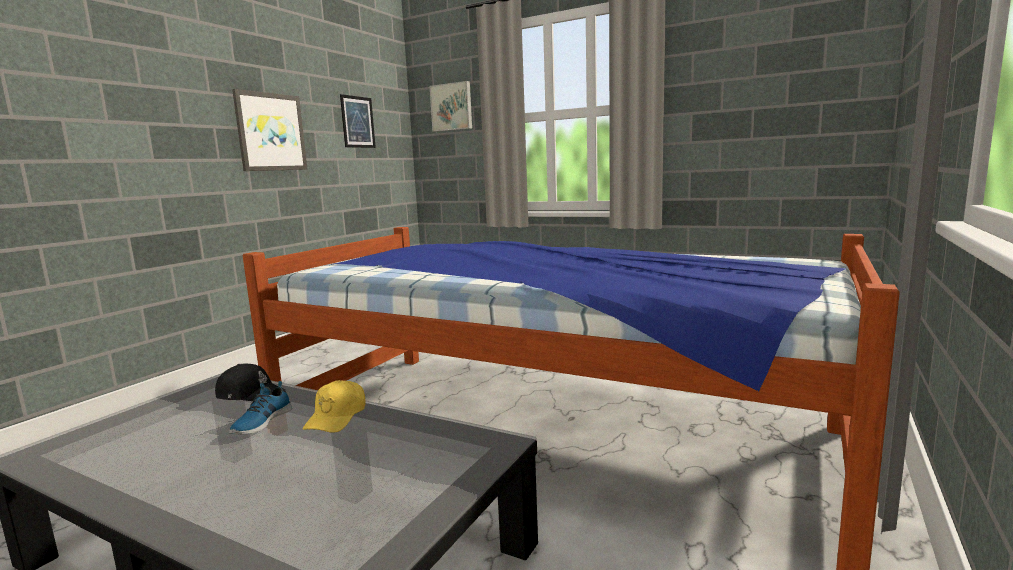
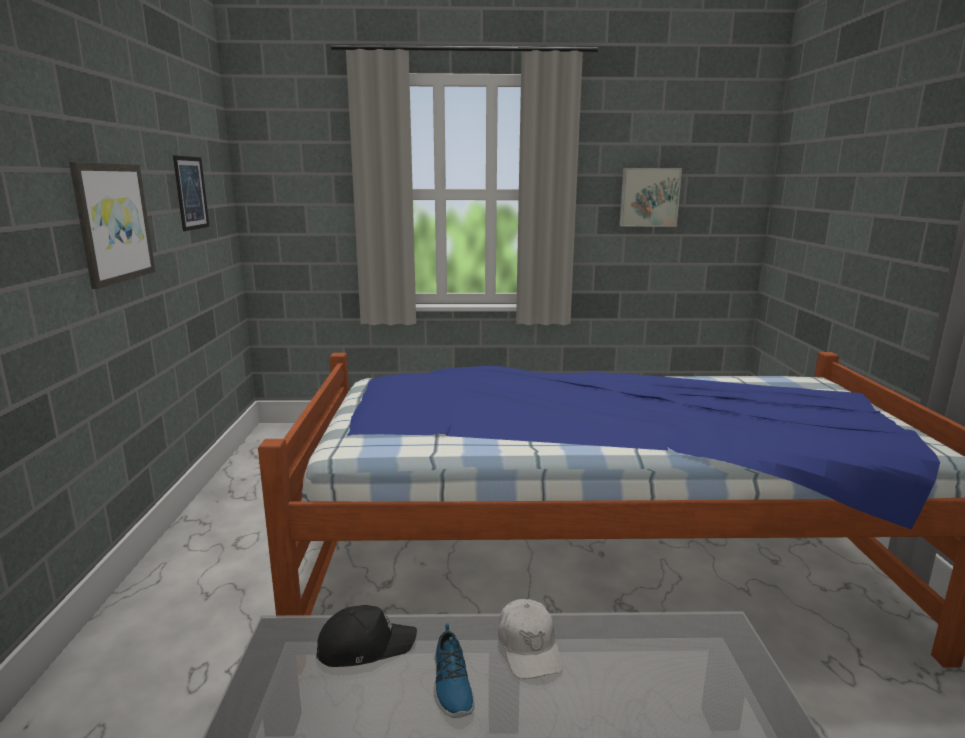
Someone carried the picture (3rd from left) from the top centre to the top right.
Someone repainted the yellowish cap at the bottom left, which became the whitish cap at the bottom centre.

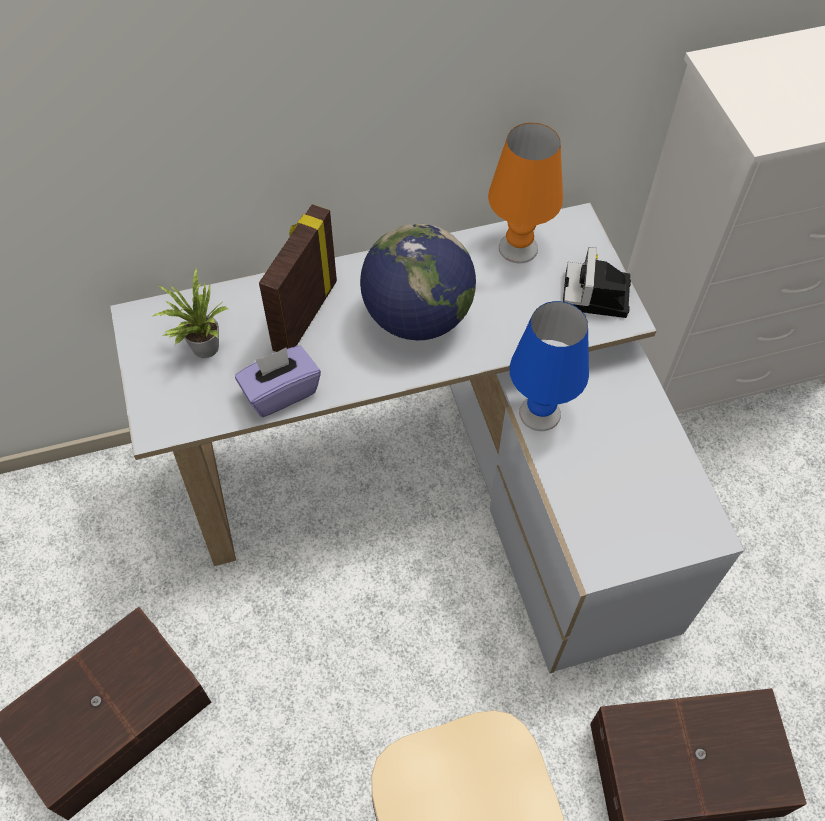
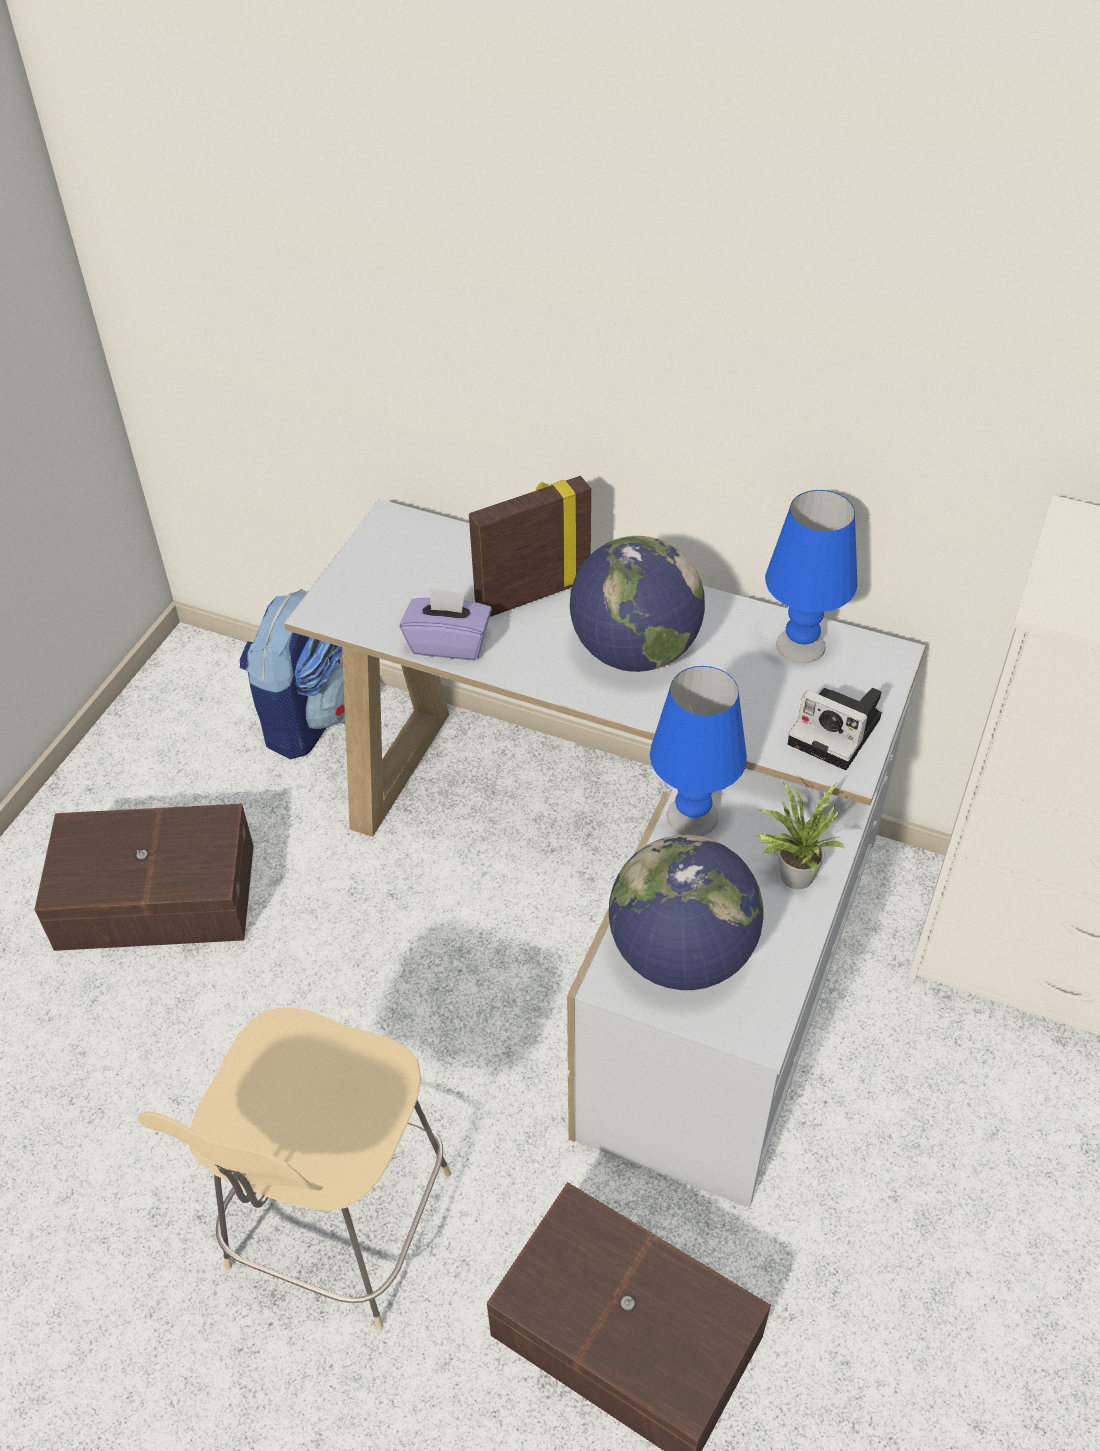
Someone put down the knapsack at the middle left.
Someone put down the globe (2nd from left) at the centre.
Someone carried the houseplant from the middle left to the middle right.
Someone repainted the orangey table lamp at the top centre, which became the bluish table lamp (2nd from left) at the middle right.
Someone rotated the still camera at the middle right by 105 degrees counterclockwise.

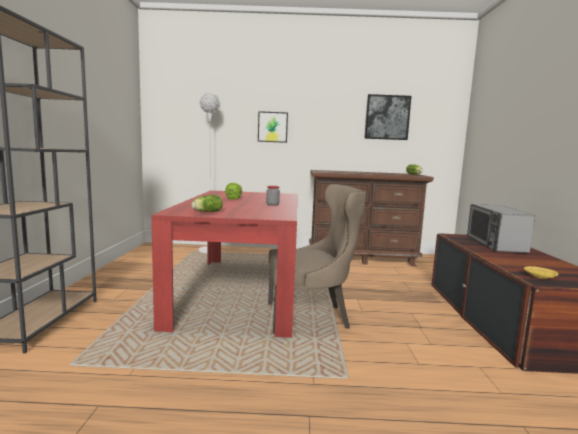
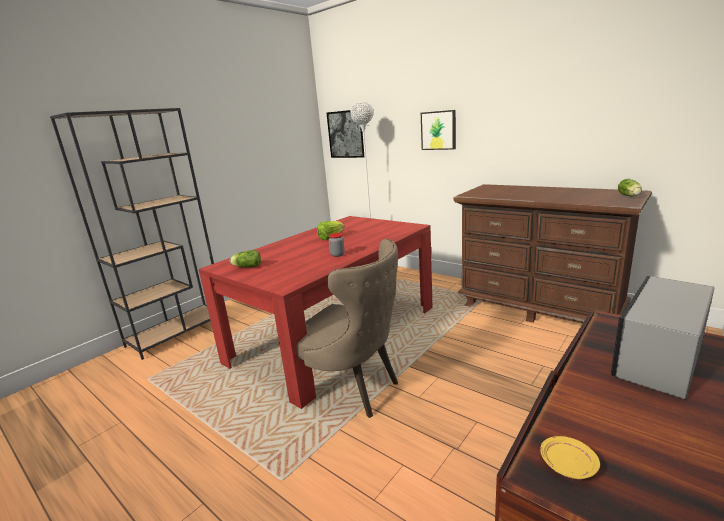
Someone carried the picture (2nd from left in the first image) from the top right to the top centre.

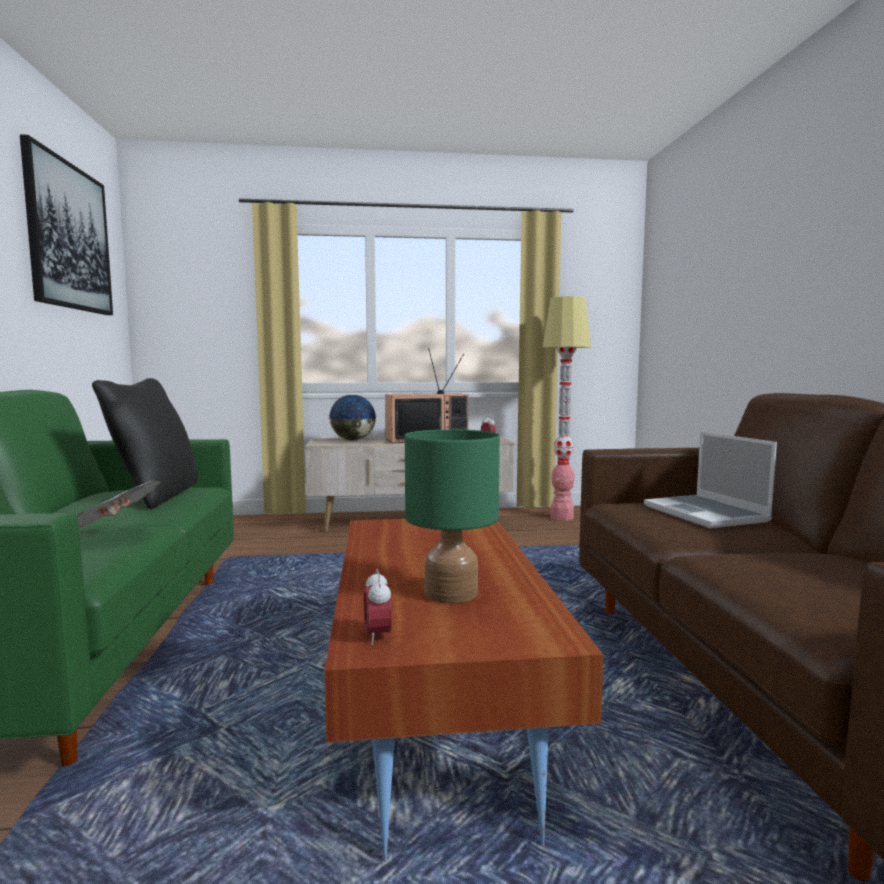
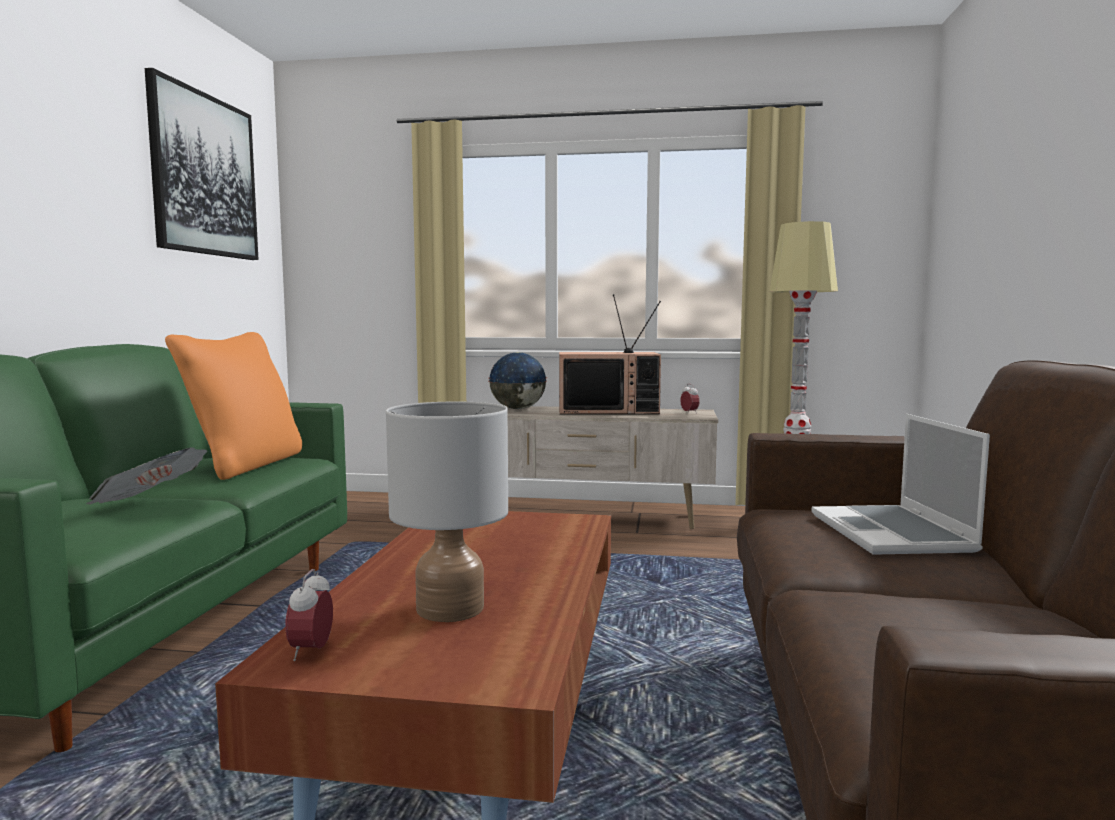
Someone repainted the black-coloured cushion at the middle left, which became the orangey cushion at the middle left.
Someone repainted the green table lamp at the centre, which became the greyish table lamp at the centre.

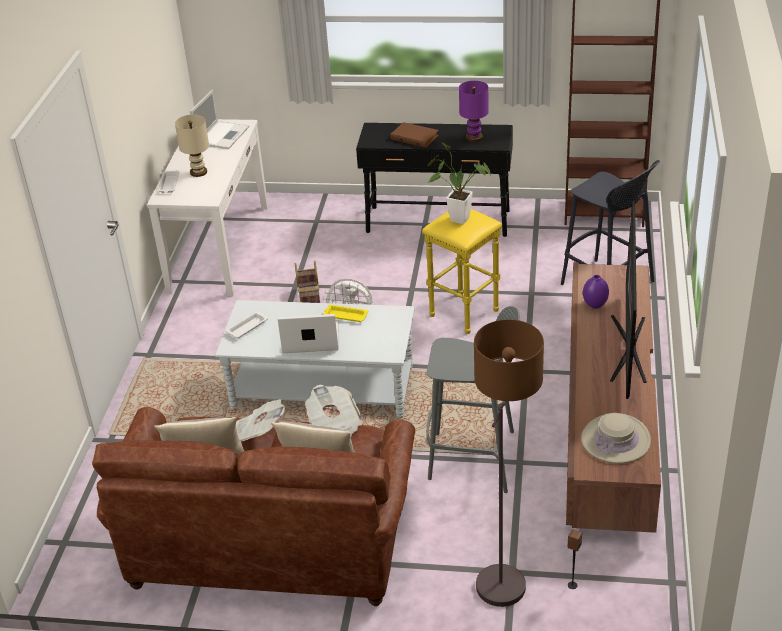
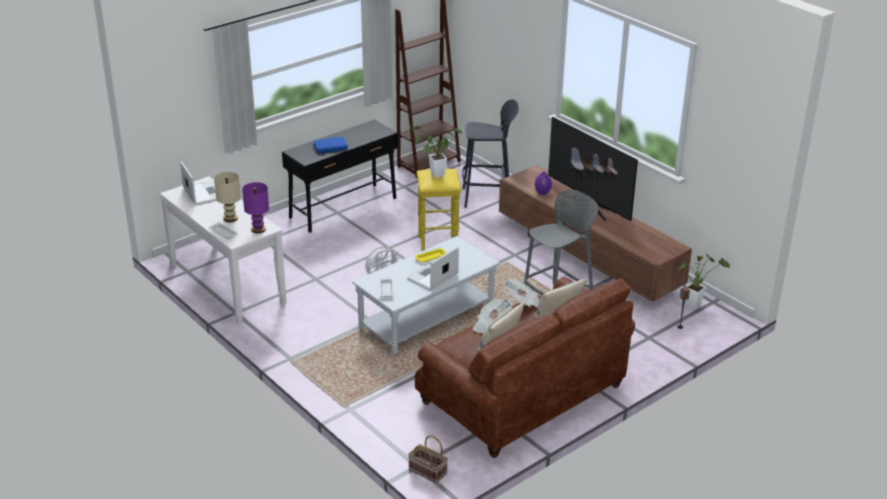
Someone took away the brown-coloured standard lamp at the bottom centre.
Someone took away the beige-coloured wearable hat at the bottom right.
Someone put down the houseplant (2nd from left) at the middle right.
Someone carried the basket from the centre to the bottom centre.
Someone carried the purplish table lamp from the top centre to the middle left.
Someone repainted the brown-coloured bound book at the top centre, which became the bluish bound book at the top centre.

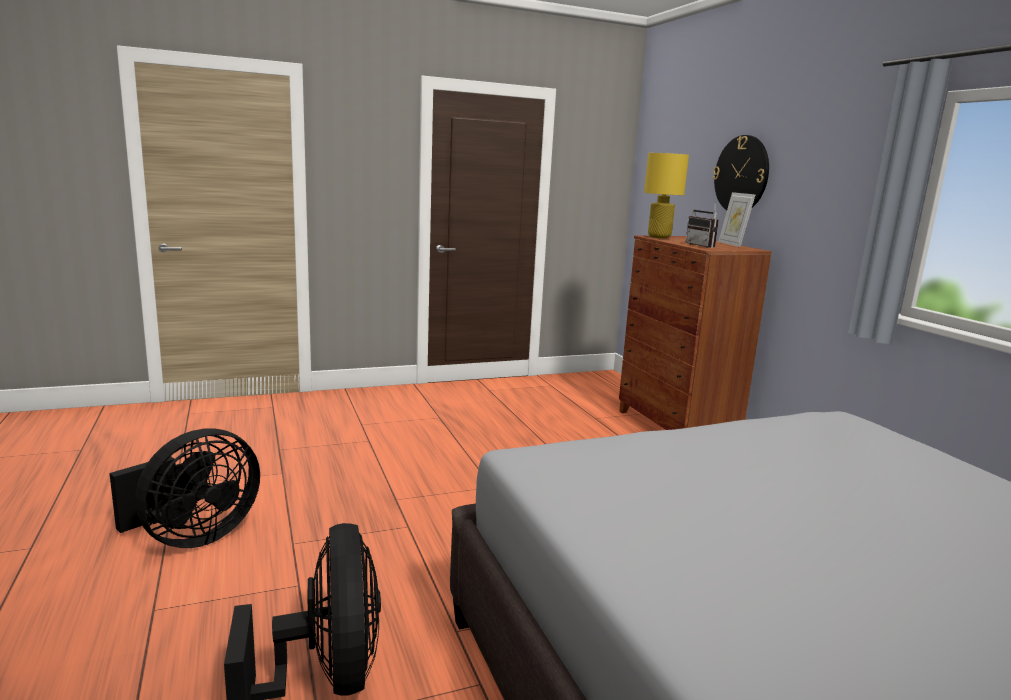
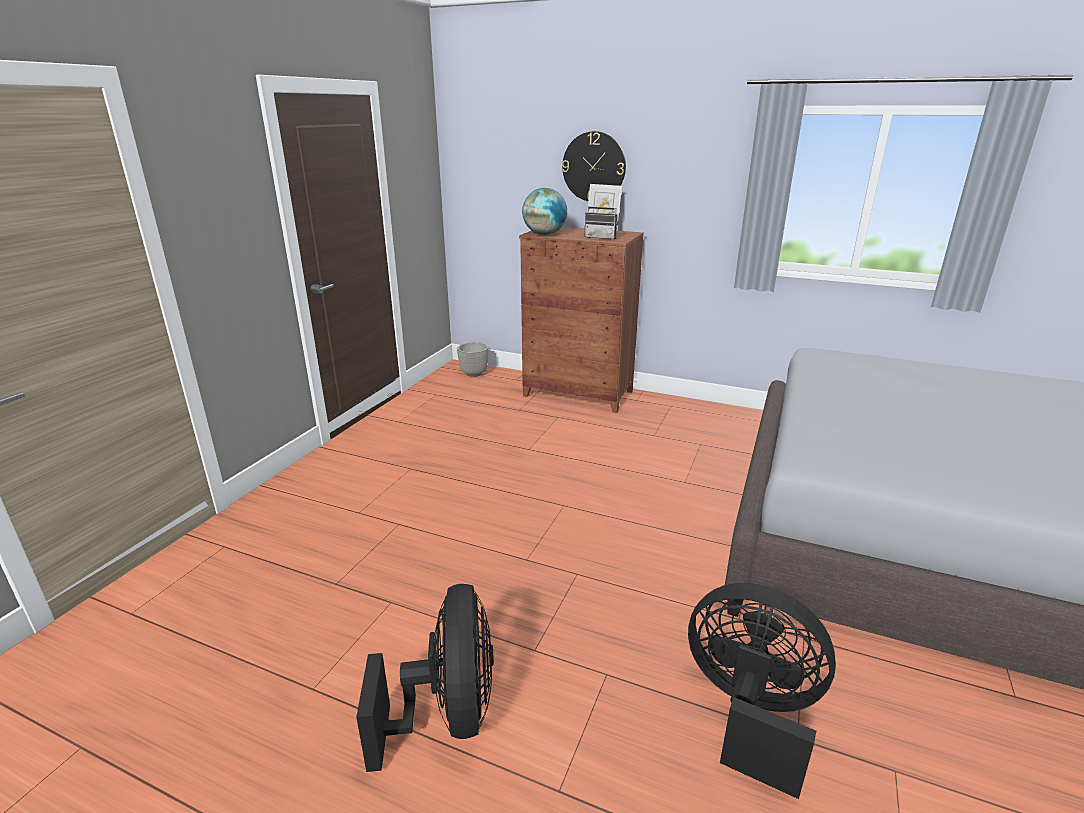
Someone put down the flower pot at the centre.
Someone swapped the yellowish table lamp at the top centre for the globe at the top centre.

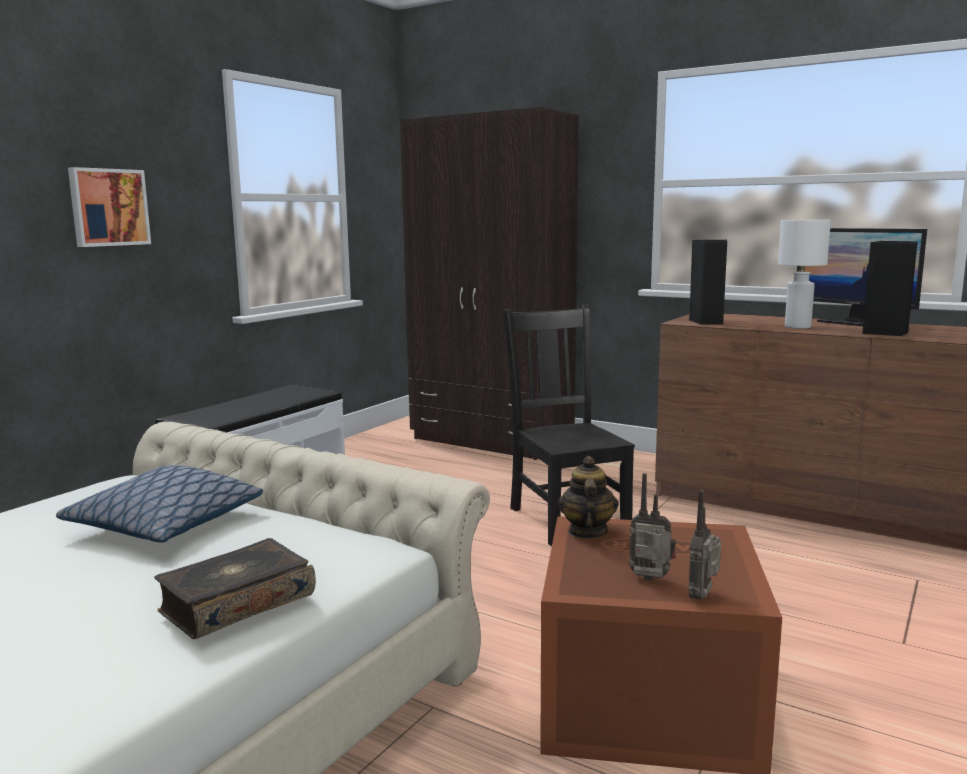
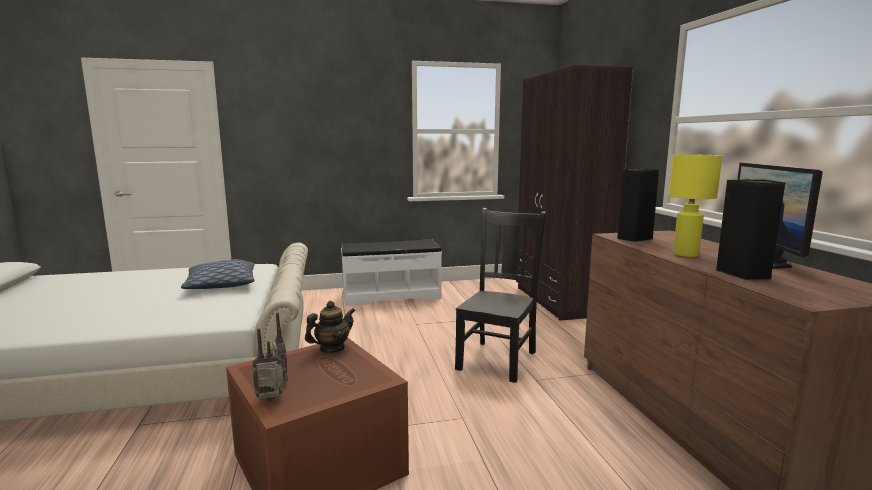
Someone took away the picture at the top left.
Someone took away the bound book at the bottom left.
Someone repainted the whitish table lamp at the middle right, which became the yellowish table lamp at the middle right.

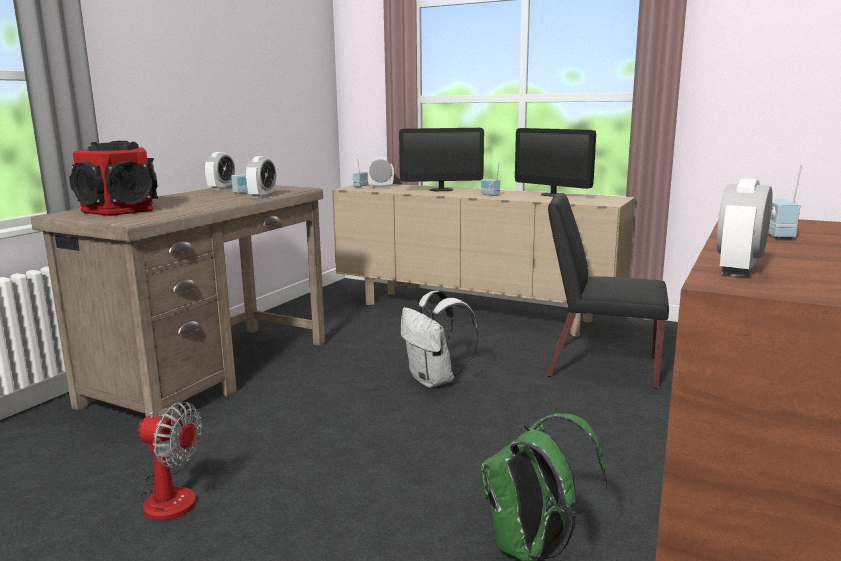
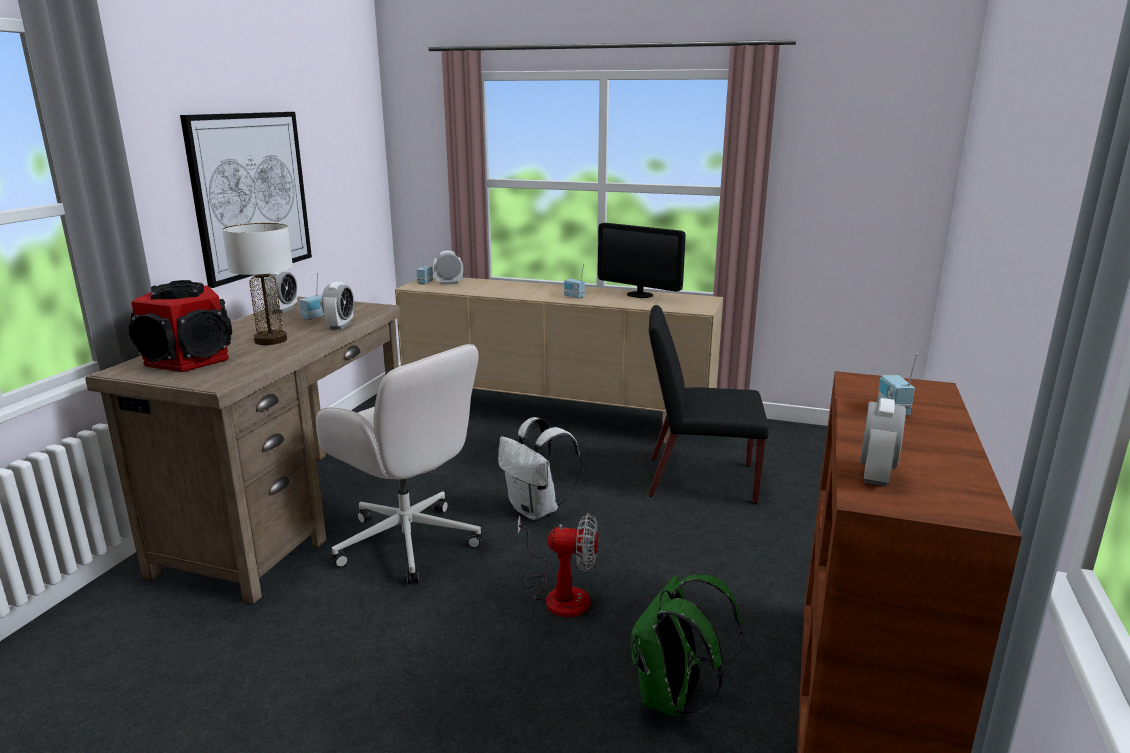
Someone took away the computer screen (1st from left) at the top centre.
Someone put up the picture at the top left.
Someone put down the table lamp at the middle left.
Someone put down the whitish office chair at the centre.
Someone carried the electric fan from the bottom left to the bottom centre.

